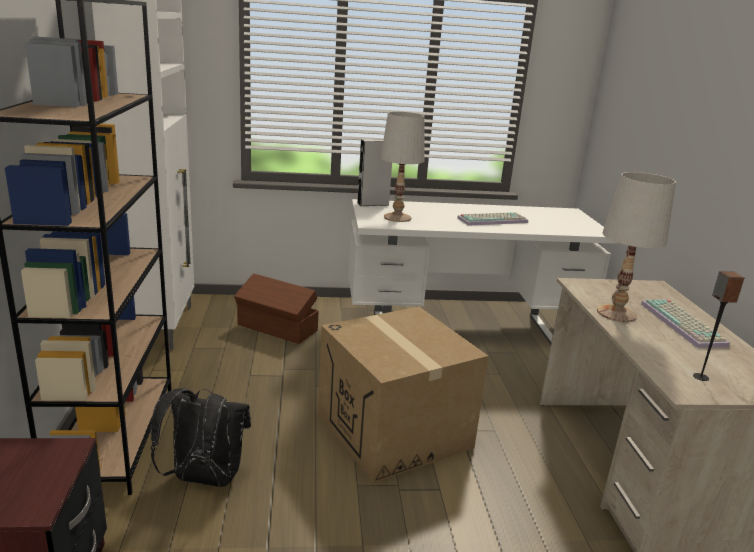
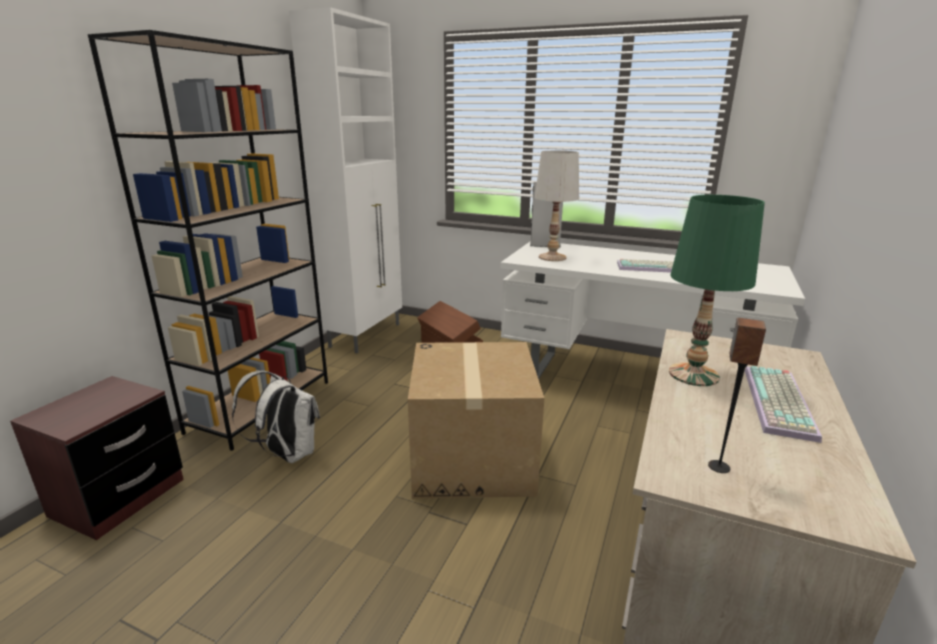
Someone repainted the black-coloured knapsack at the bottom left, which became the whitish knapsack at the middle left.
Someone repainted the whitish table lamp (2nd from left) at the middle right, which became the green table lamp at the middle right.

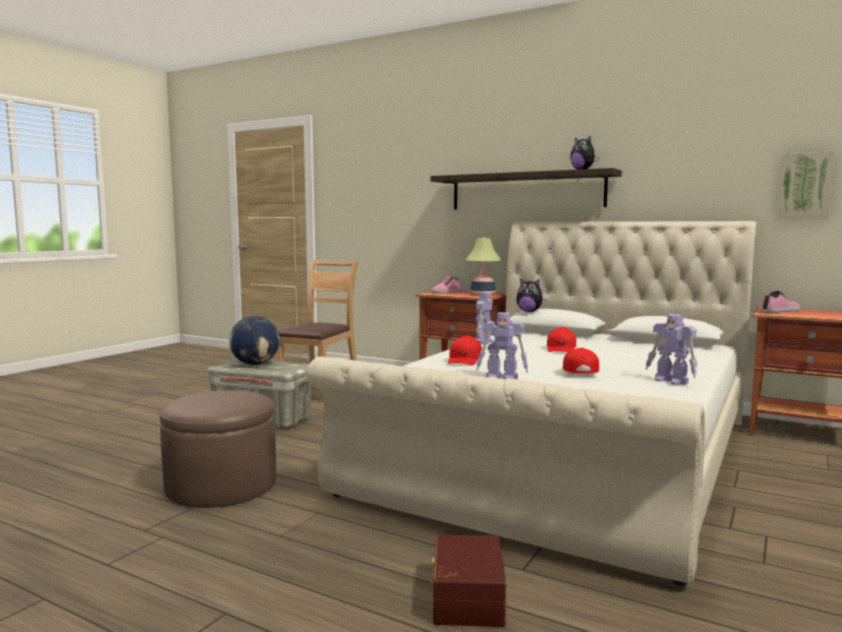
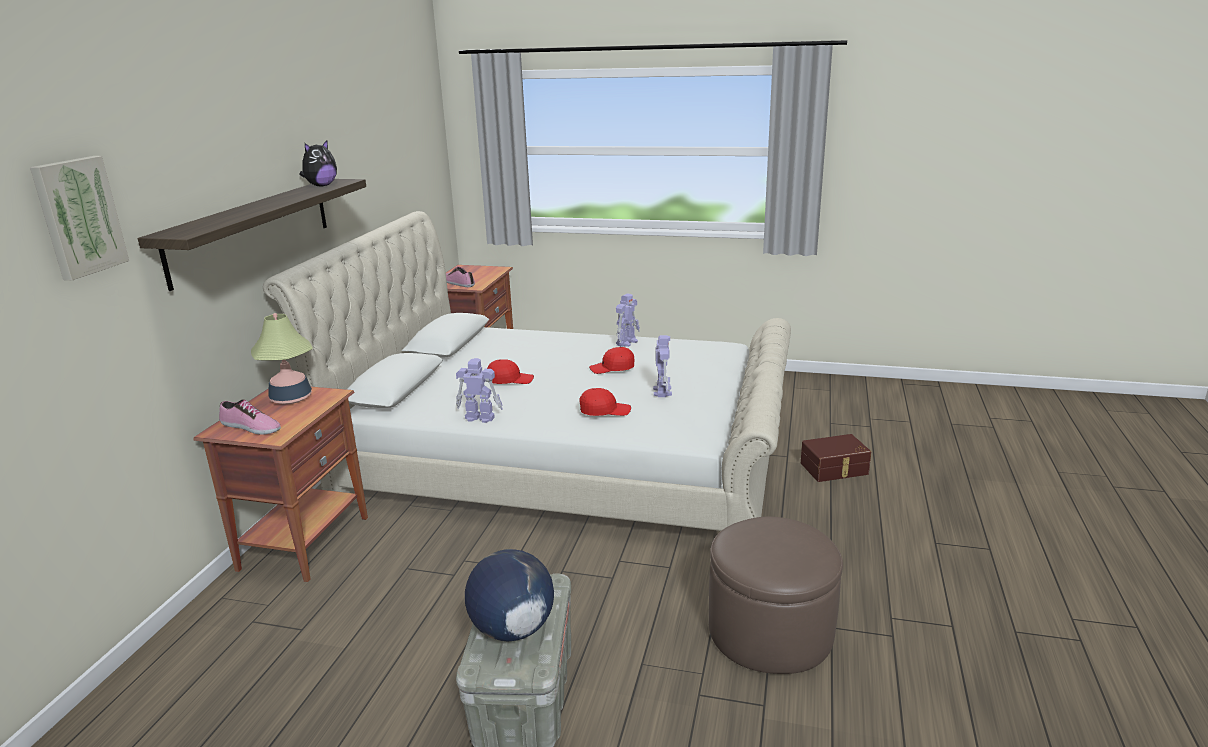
Someone took away the brown-coloured plain chair at the centre.
Someone took away the plush toy (1st from left) at the centre.
Someone carried the picture from the top right to the top left.

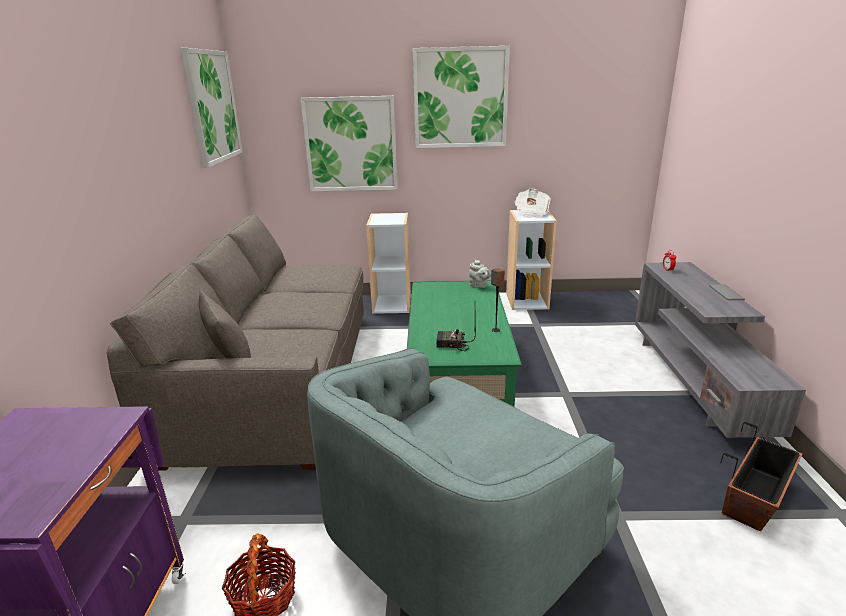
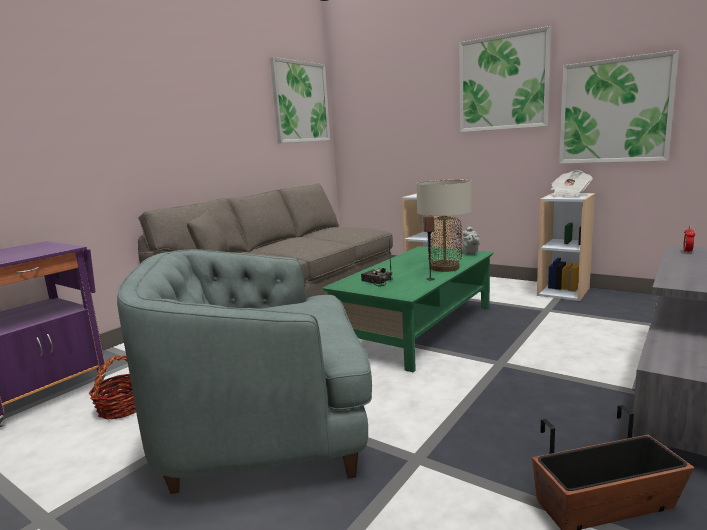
Someone put down the table lamp at the centre.
Someone carried the picture (2nd from left in the first image) from the top centre to the top right.

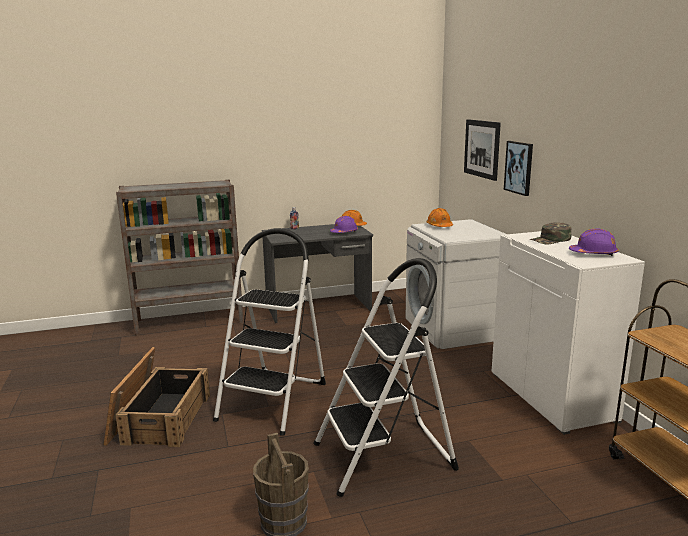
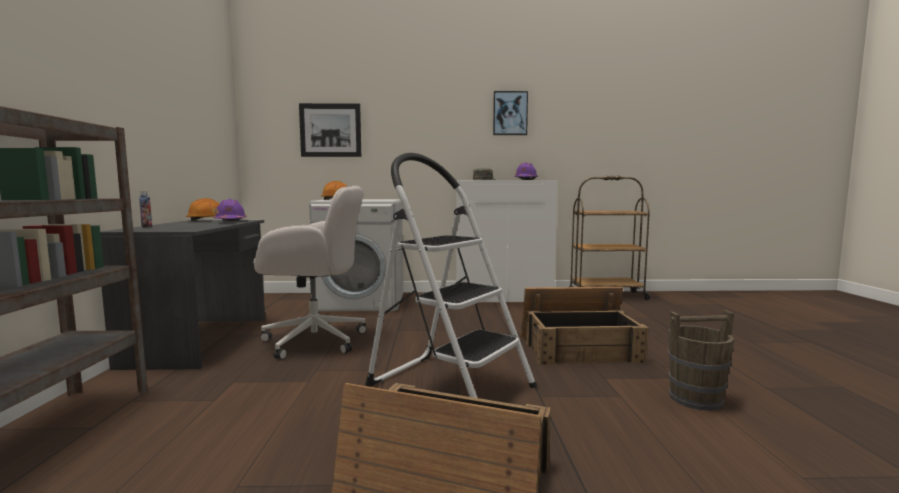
Someone put down the whitish office chair at the centre.
Someone carried the picture (2nd from left) from the top right to the top centre.
Someone swapped the stepladder (2nd from left) at the bottom centre for the packing crate (2nd from left) at the centre.

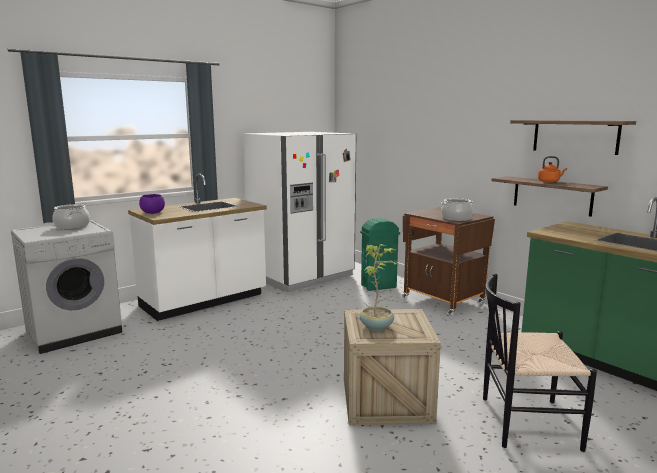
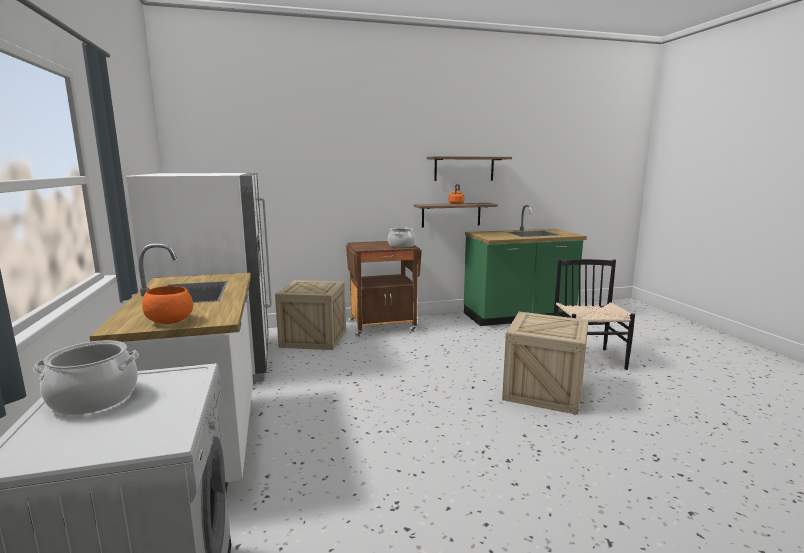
Someone took away the houseplant at the centre.
Someone swapped the green waste bin at the centre for the packing crate (1st from left) at the centre.
Someone repainted the purplish deep dish at the middle left, which became the orangey deep dish at the middle left.
Someone rotated the black-coloured plain chair at the bottom right by 150 degrees clockwise.

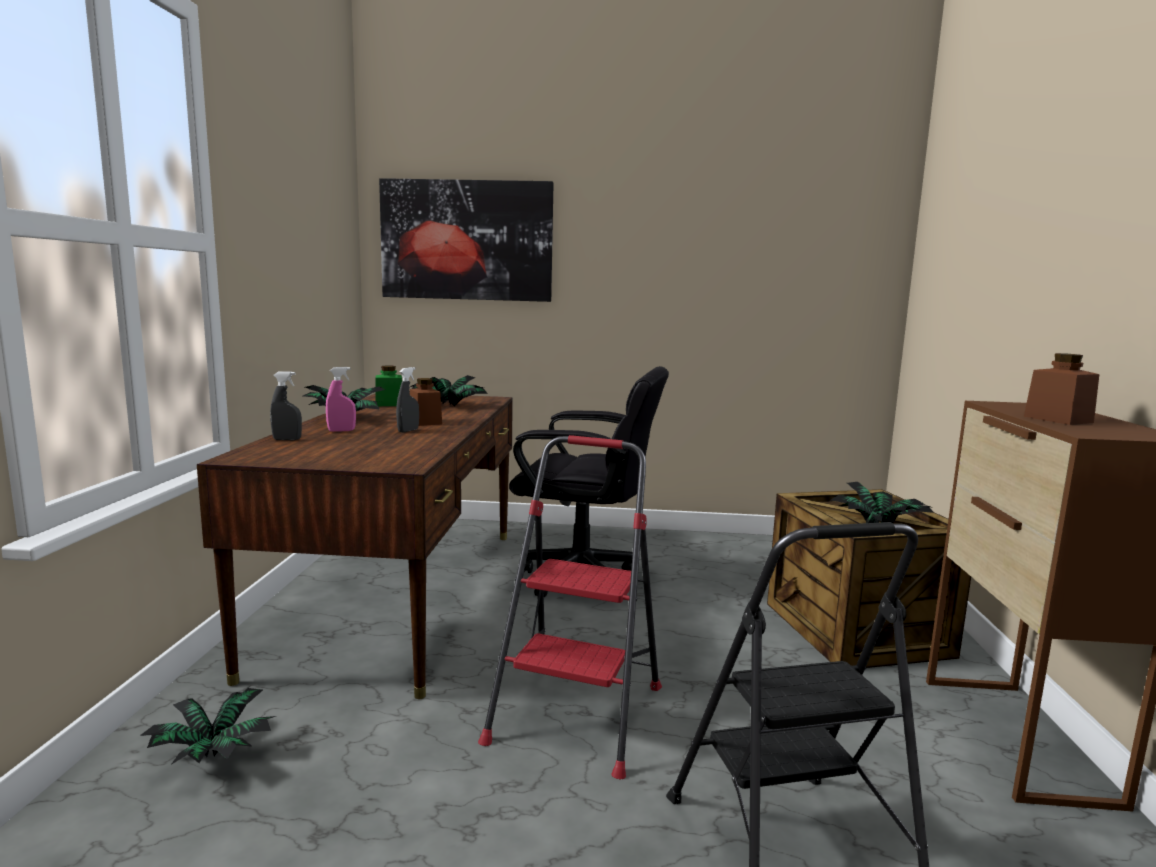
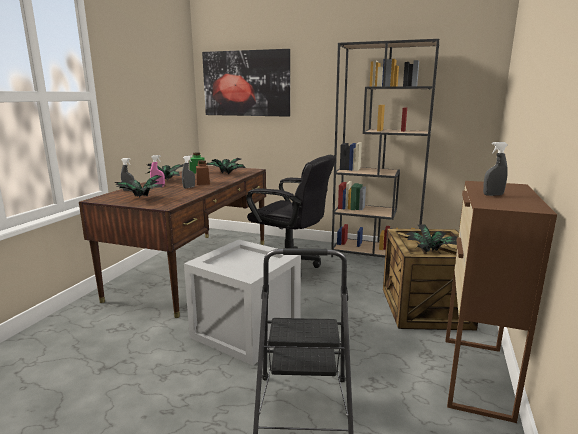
Someone put down the shelving unit at the centre.
Someone carried the houseplant (1st from left) from the bottom left to the middle left.
Someone swapped the red stepladder at the bottom centre for the packing crate (1st from left) at the bottom centre.
Someone swapped the brown-coloured jar (2nd from left) at the middle right for the greyish hand sprayer (3rd from left) at the middle right.

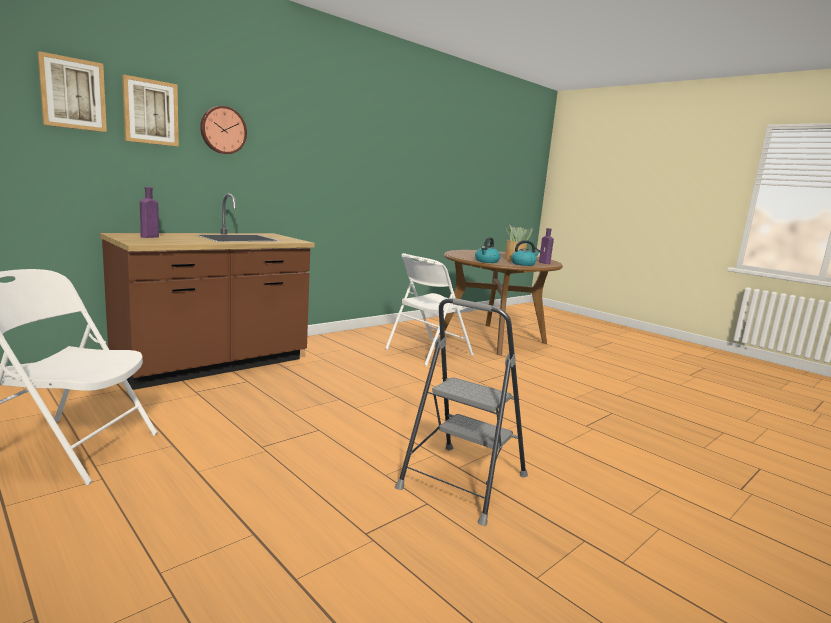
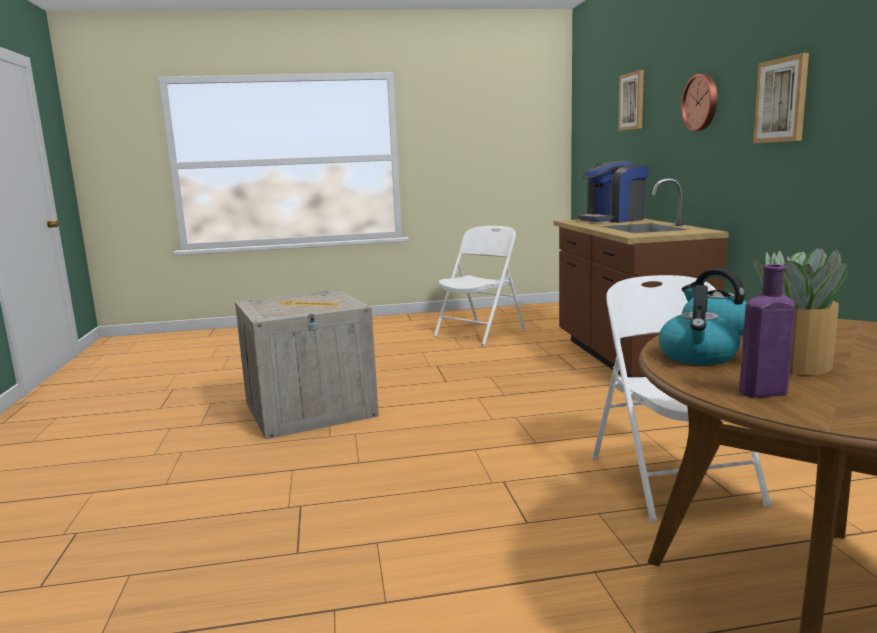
Someone carried the picture (2nd from left) from the top left to the top right.
Someone swapped the purplish drink bottle (1st from left) at the middle left for the coffee maker at the top right.
Someone swapped the greyish stepladder at the centre for the packing crate at the centre.

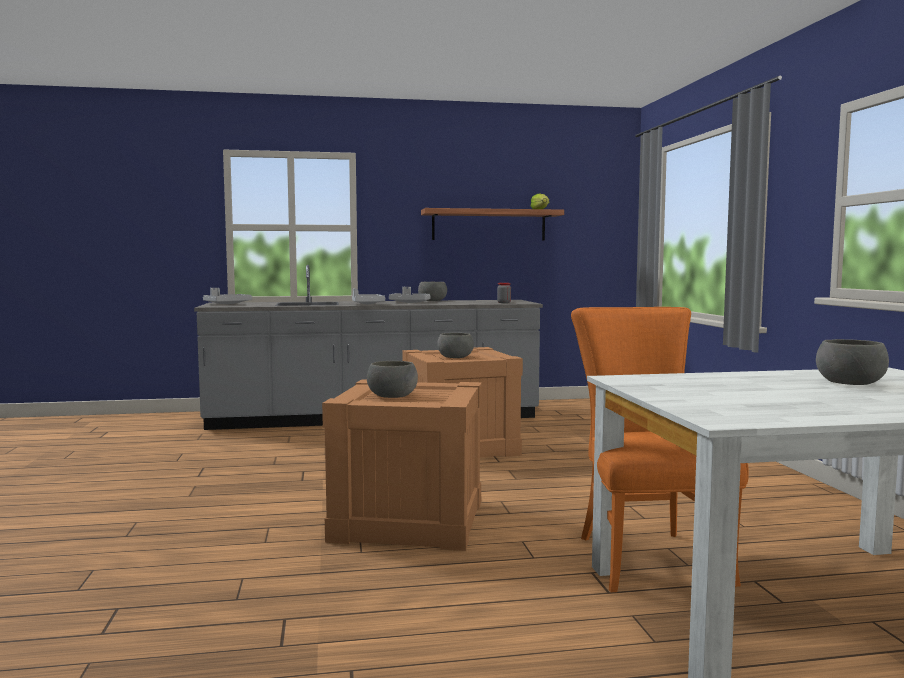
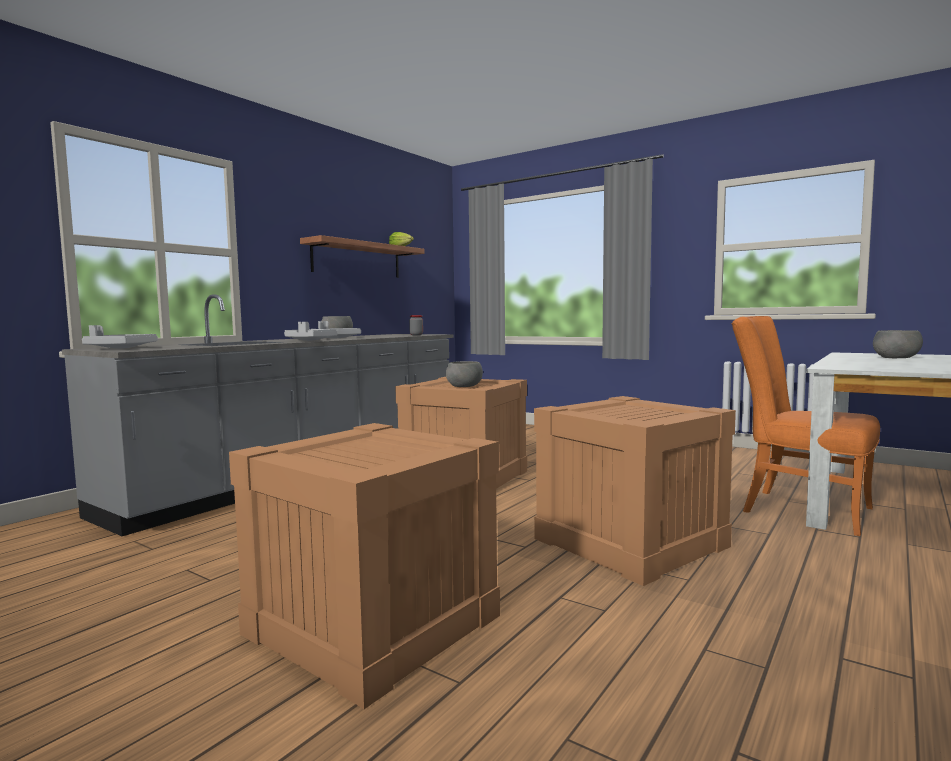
Someone took away the greyish deep dish (1st from left) at the centre.
Someone put down the packing crate (1st from left) at the bottom centre.

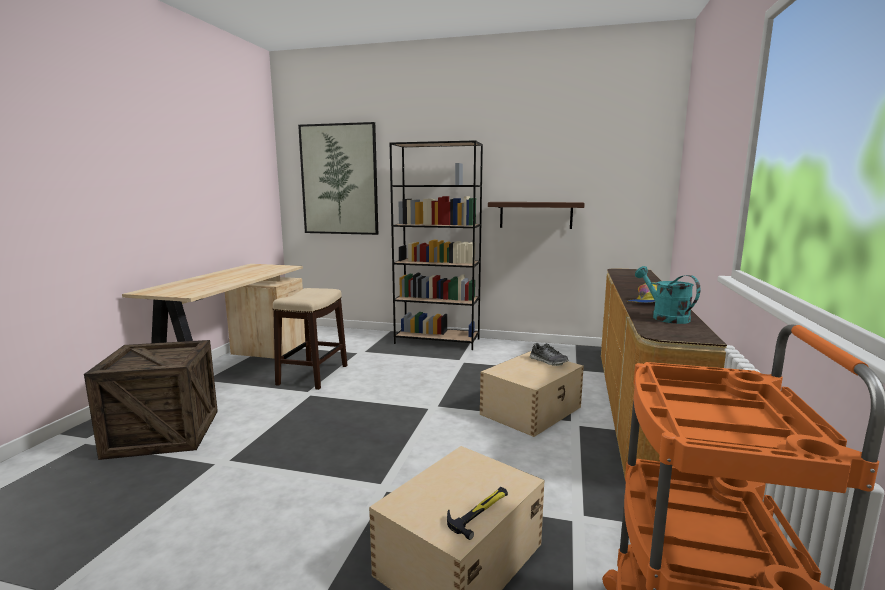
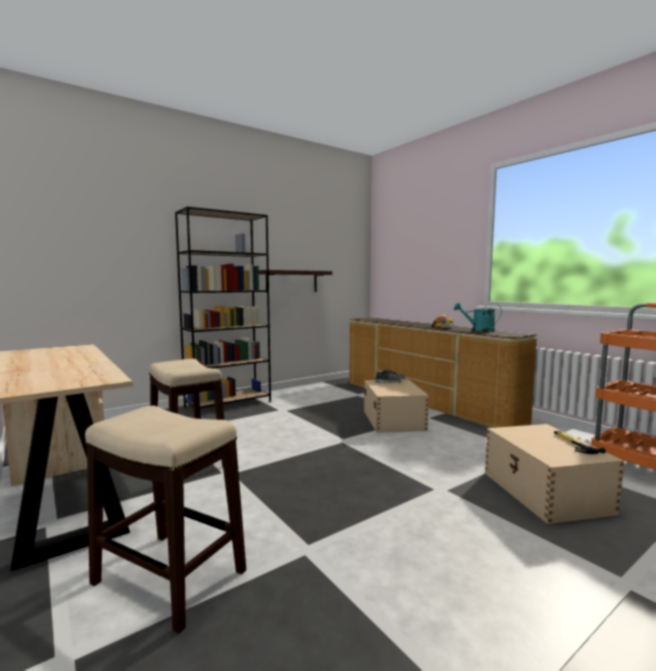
Someone took away the picture at the top centre.
Someone swapped the packing crate at the bottom left for the stool seat (1st from left) at the bottom left.

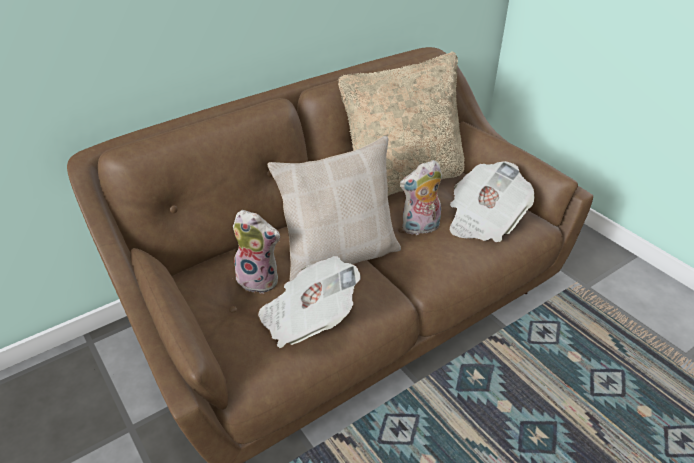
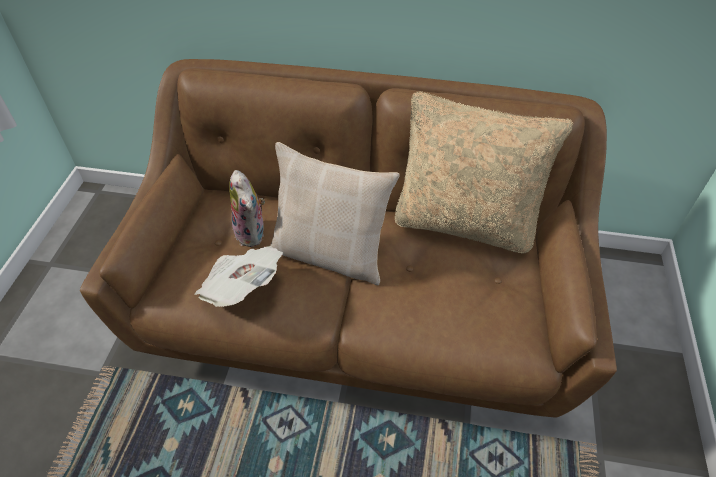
Someone took away the plush toy (2nd from left) at the centre.
Someone took away the printed paper (2nd from left) at the middle right.

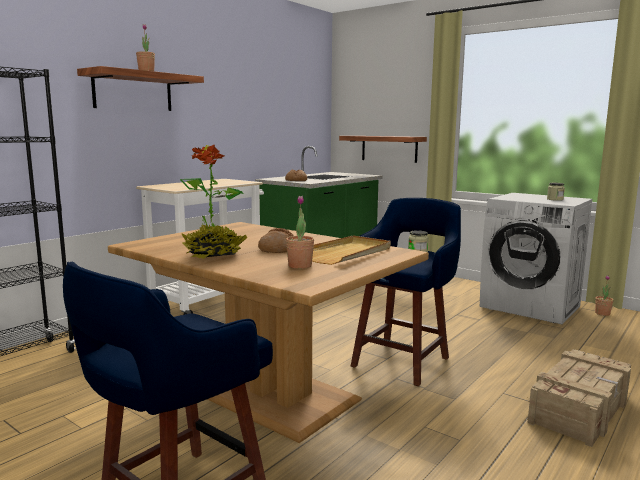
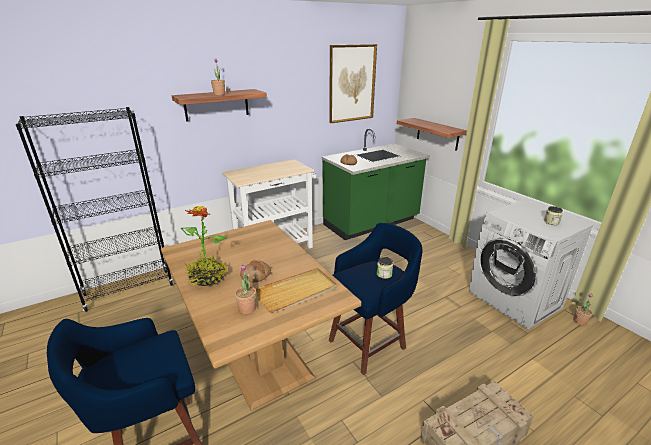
Someone put up the picture at the top centre.

